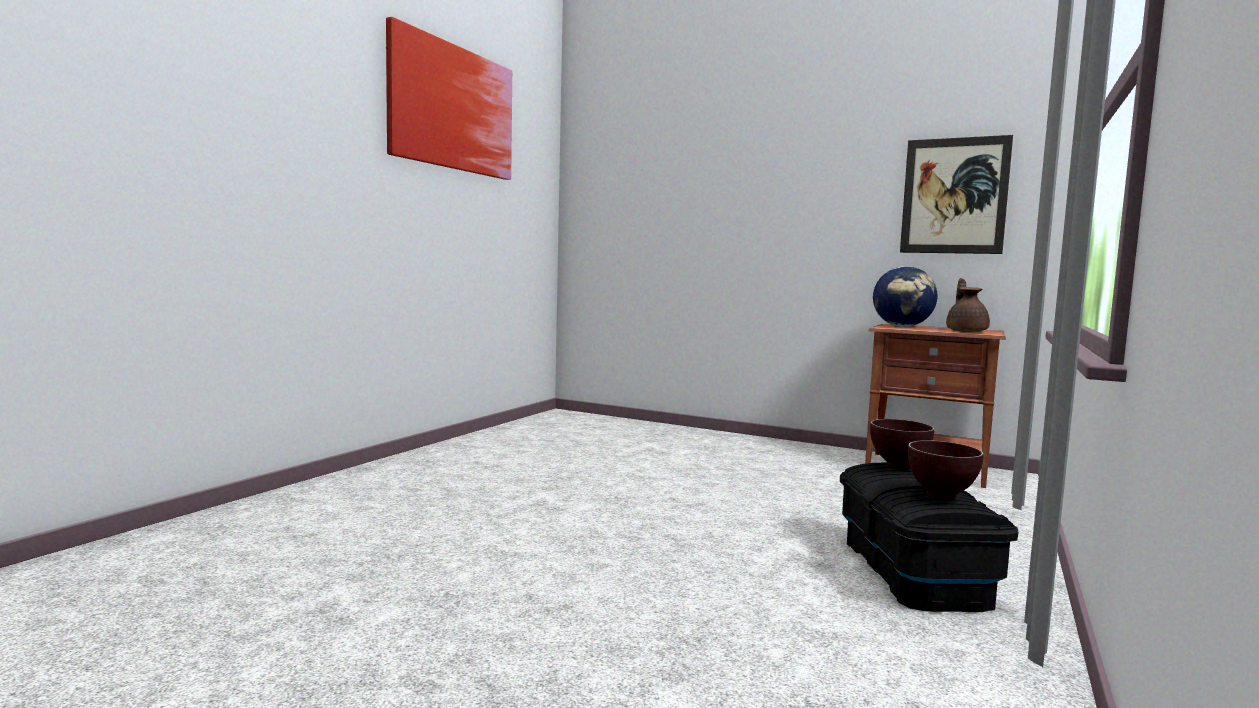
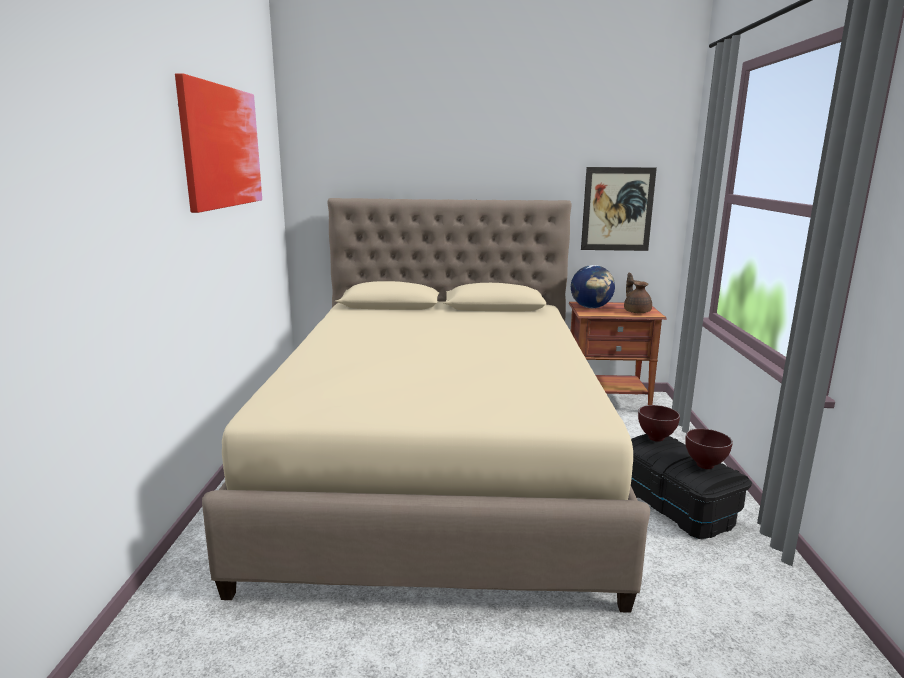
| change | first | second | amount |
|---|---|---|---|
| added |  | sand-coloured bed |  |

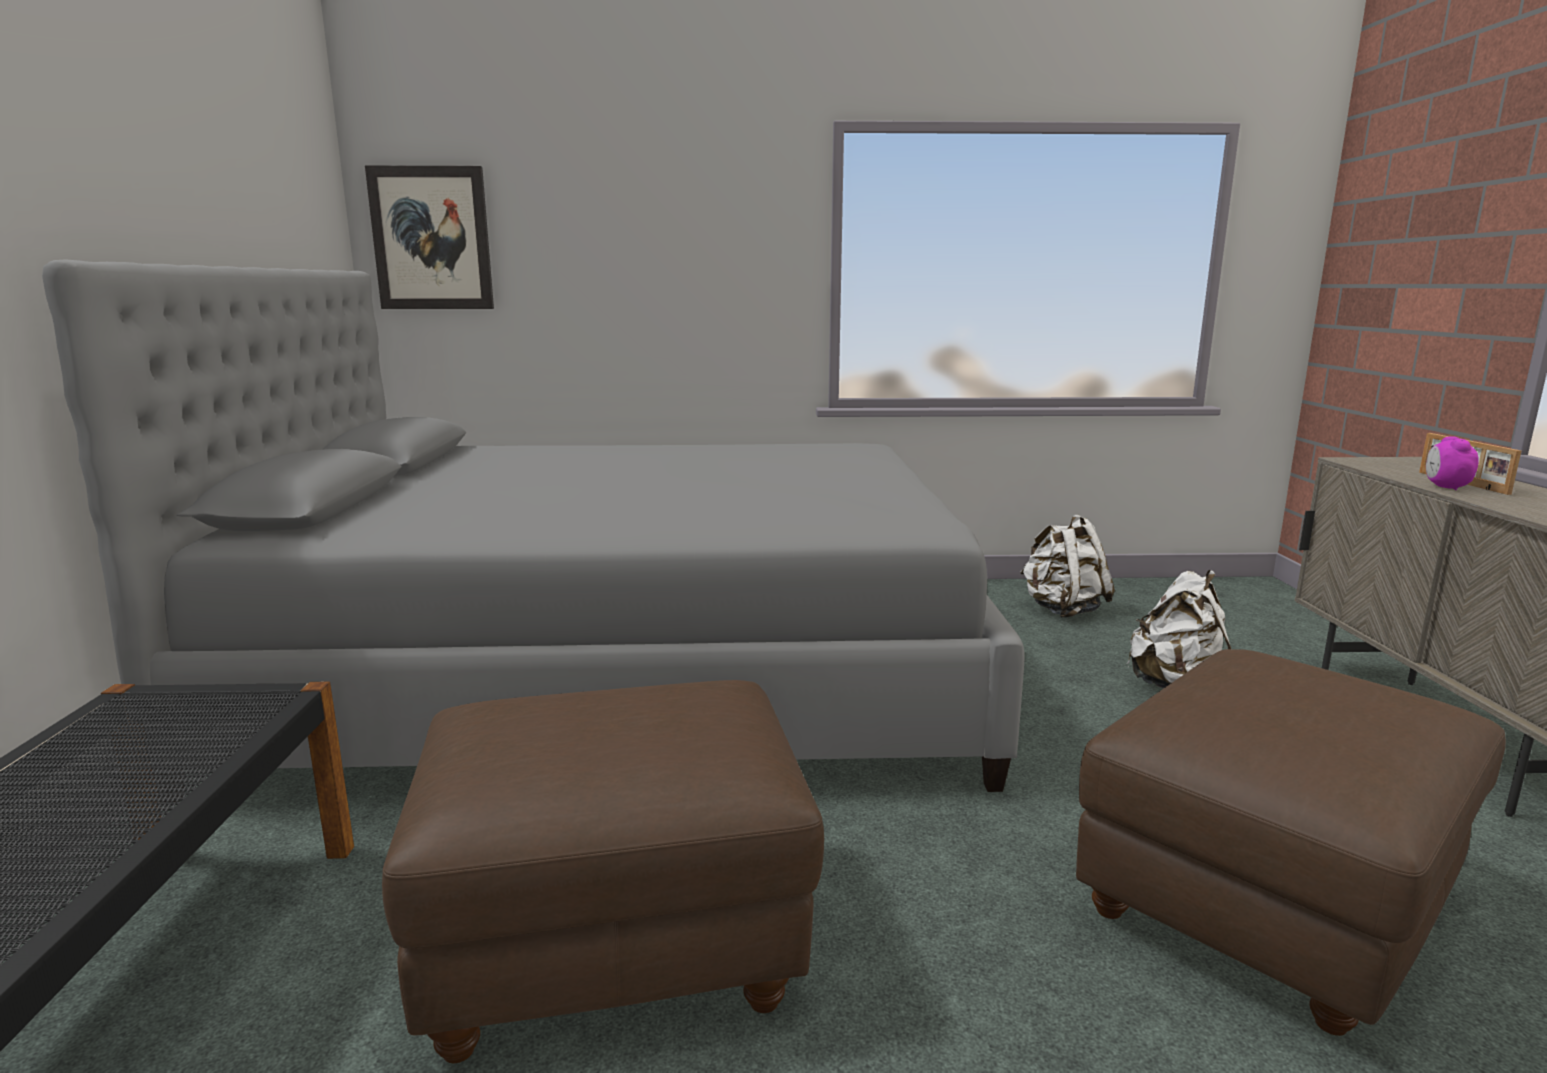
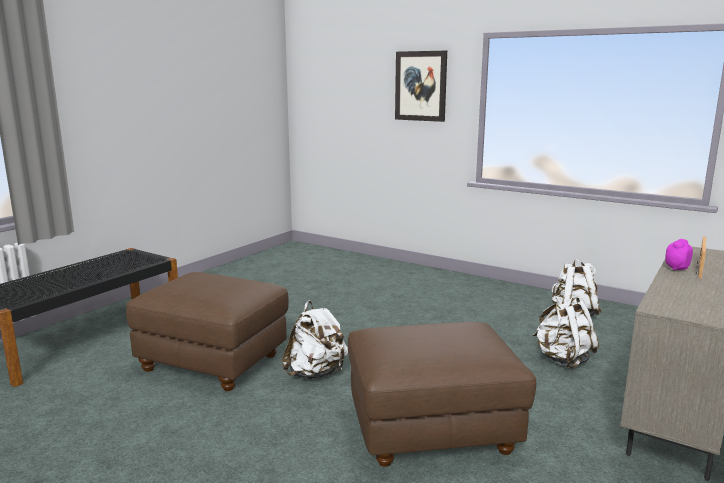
| change | first | second | amount |
|---|---|---|---|
| moved | picture |  |  |
| removed | grey bed |  |  |
| added |  | white knapsack (1st from left) |  |

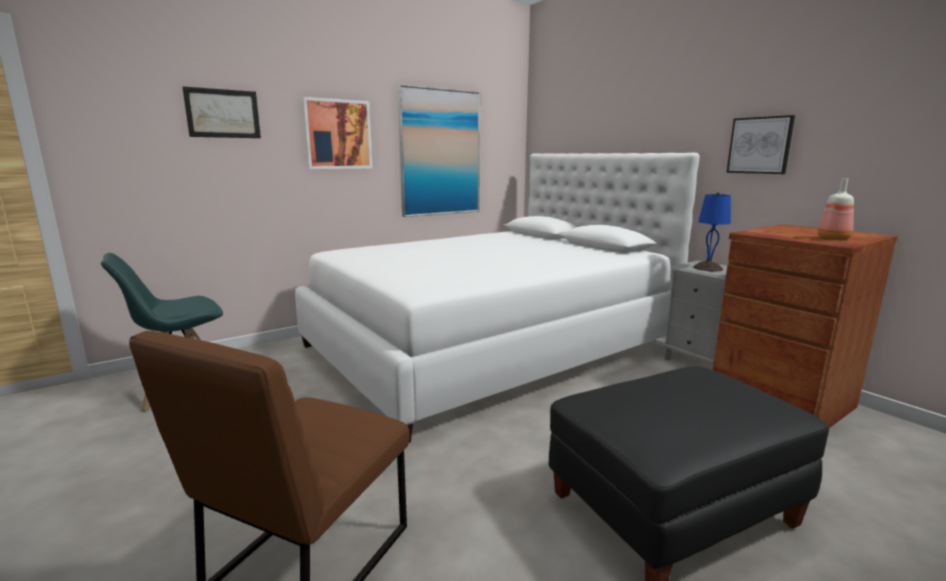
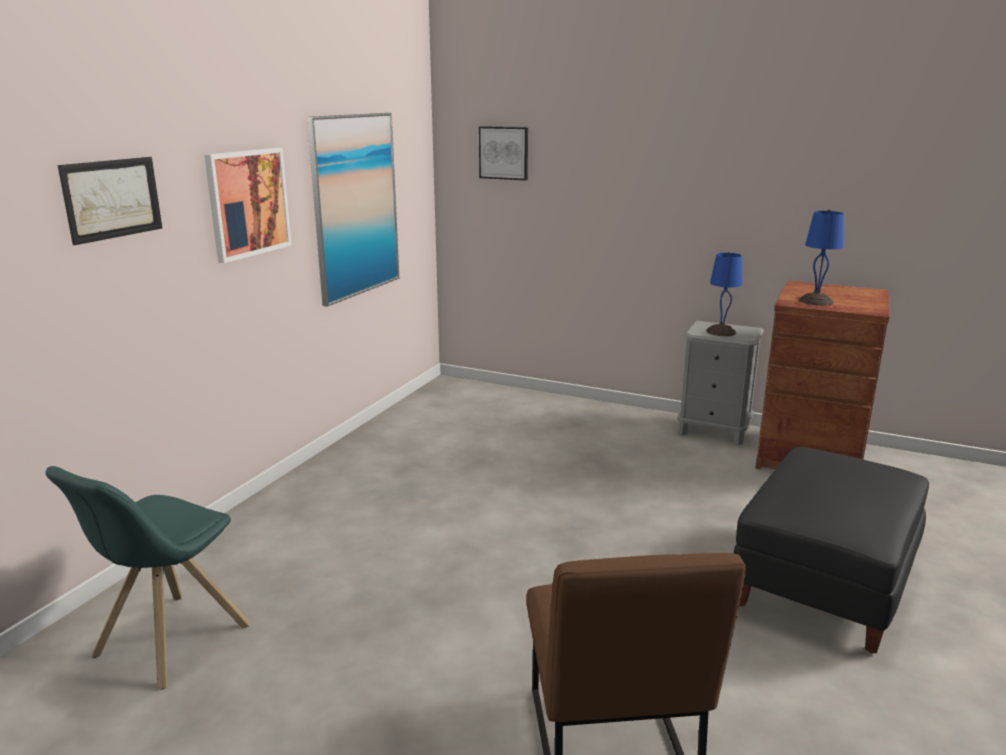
| change | first | second | amount |
|---|---|---|---|
| moved | picture (4th from left) |  |  |
| removed | white bed |  |  |
| removed | beverage bottle |  |  |
| added |  | blue lamp for a table (2nd from left) |  |

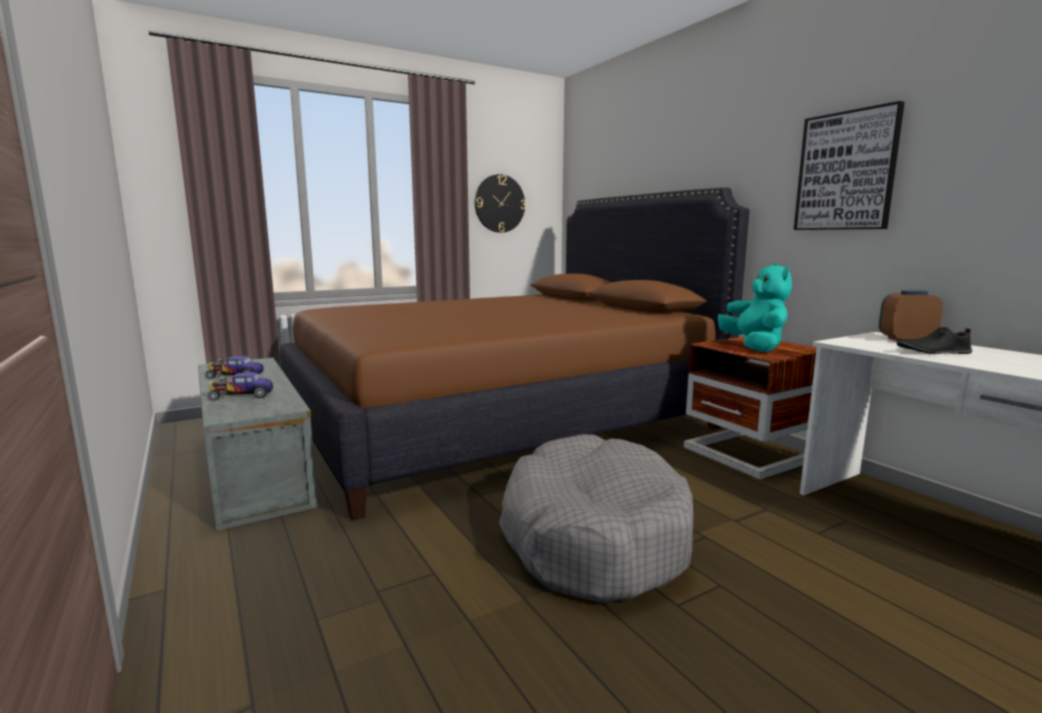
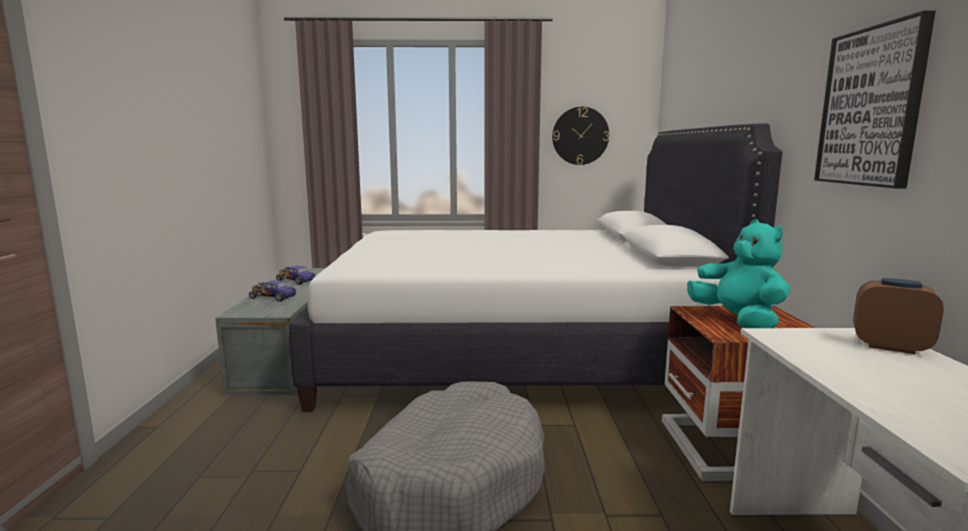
| change | first | second | amount |
|---|---|---|---|
| recoloured | brown bed | white bed |  |
| turned | turquoise-coloured soft toy |  | 45 degrees counterclockwise |
| removed | black-coloured item of footwear |  |  |

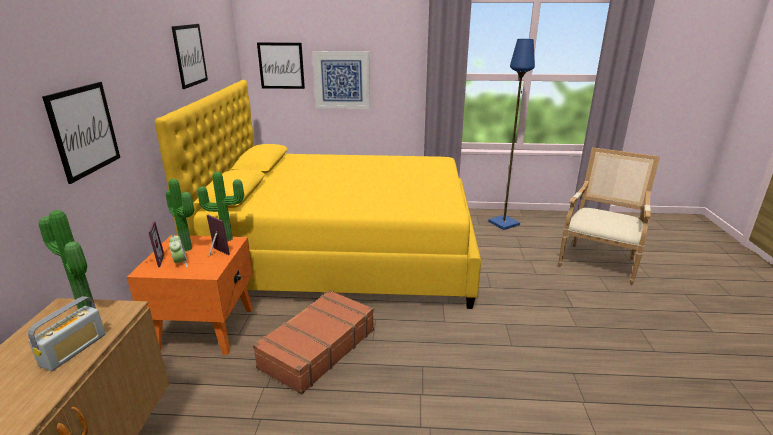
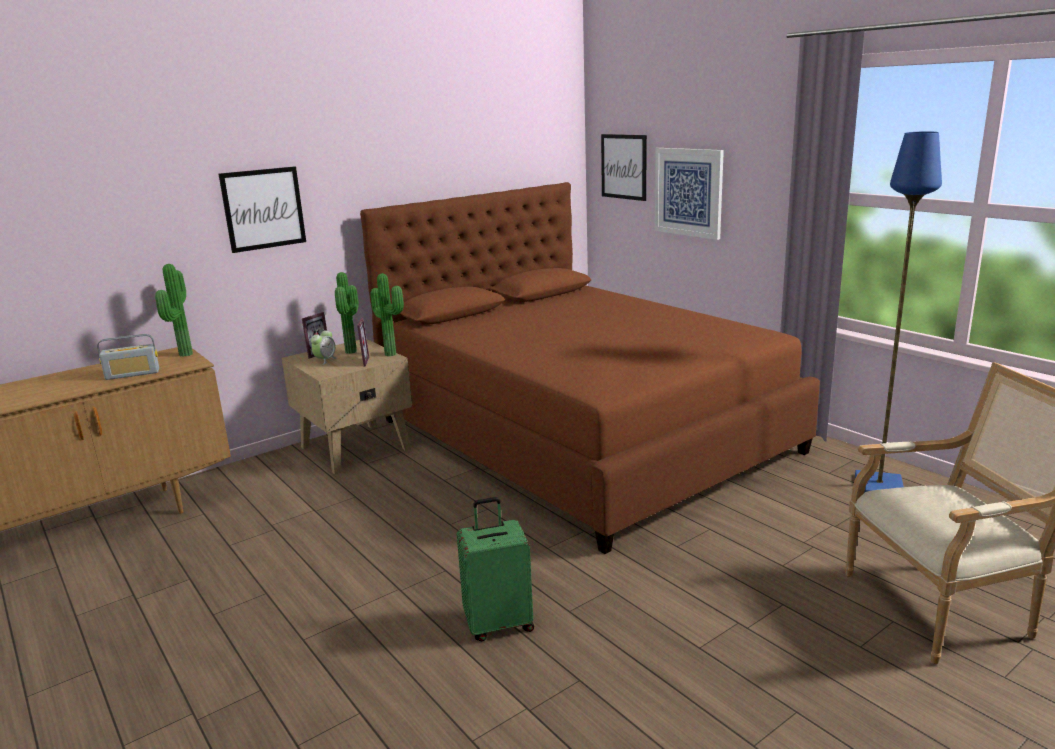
| change | first | second | amount |
|---|---|---|---|
| removed | picture (2nd from left) |  |  |
| recoloured | yellow-coloured bed | brown bed |  |
| recoloured | orange-coloured bedside table | sand-coloured bedside table |  |
| removed | brown piece of luggage |  |  |
| added |  | green-coloured piece of luggage |  |

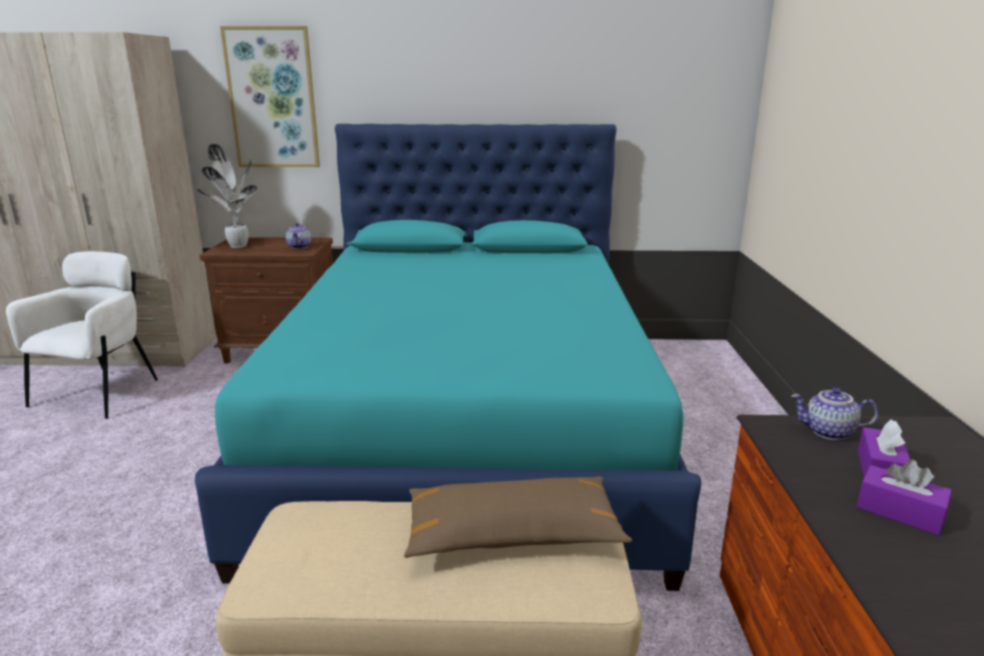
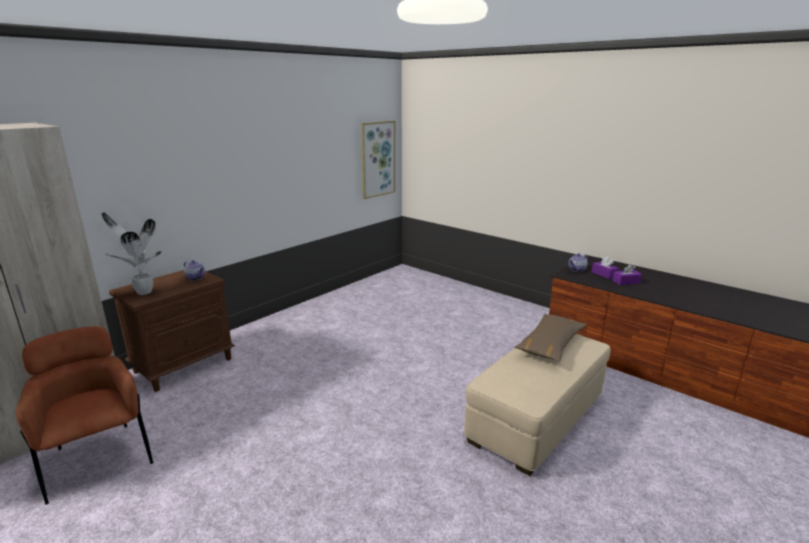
| change | first | second | amount |
|---|---|---|---|
| moved | picture |  |  |
| removed | turquoise-coloured bed |  |  |
| recoloured | white easy chair | brown easy chair |  |

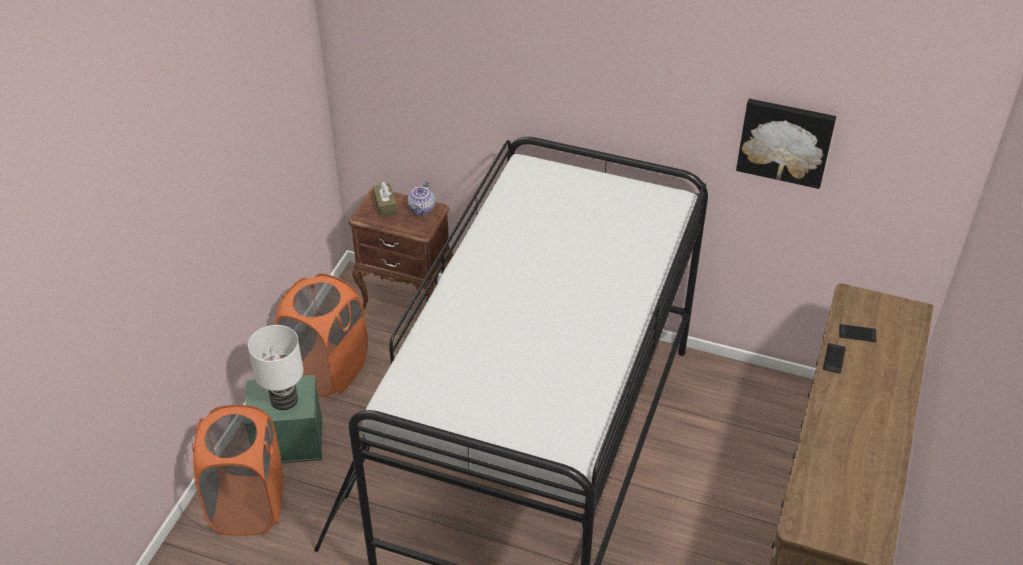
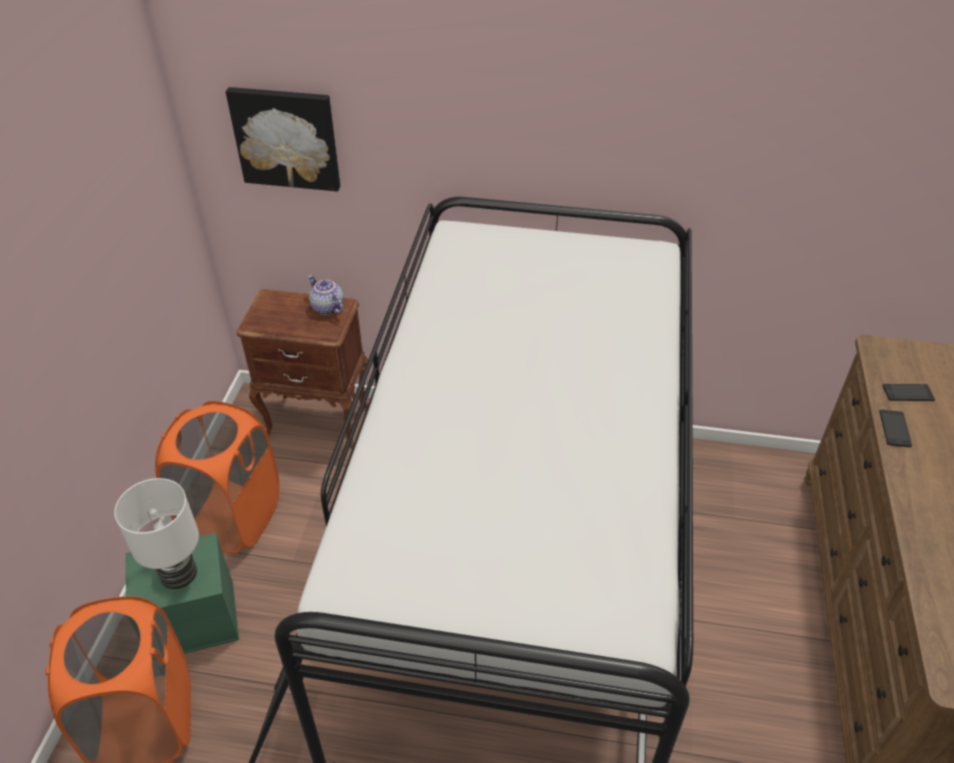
| change | first | second | amount |
|---|---|---|---|
| moved | picture |  |  |
| turned | tea pot |  | 135 degrees clockwise |
| removed | brown tissue holder |  |  |

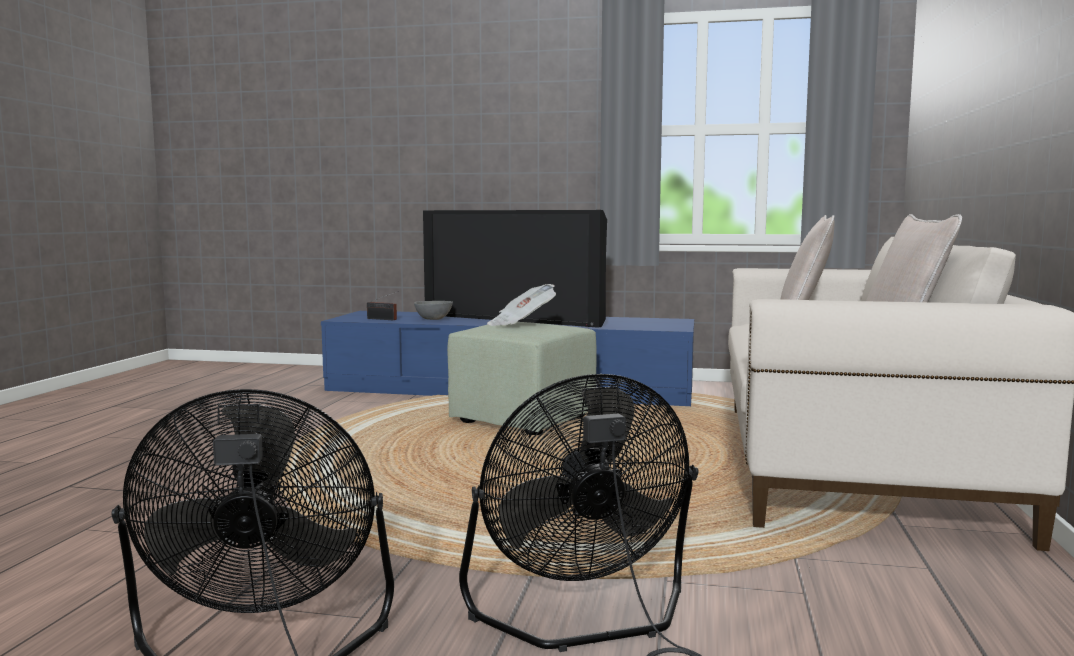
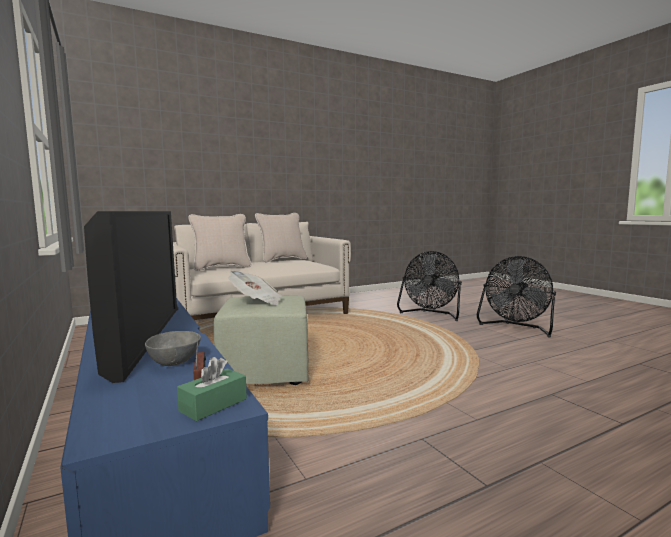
| change | first | second | amount |
|---|---|---|---|
| added |  | green-coloured tissue holder |  |

